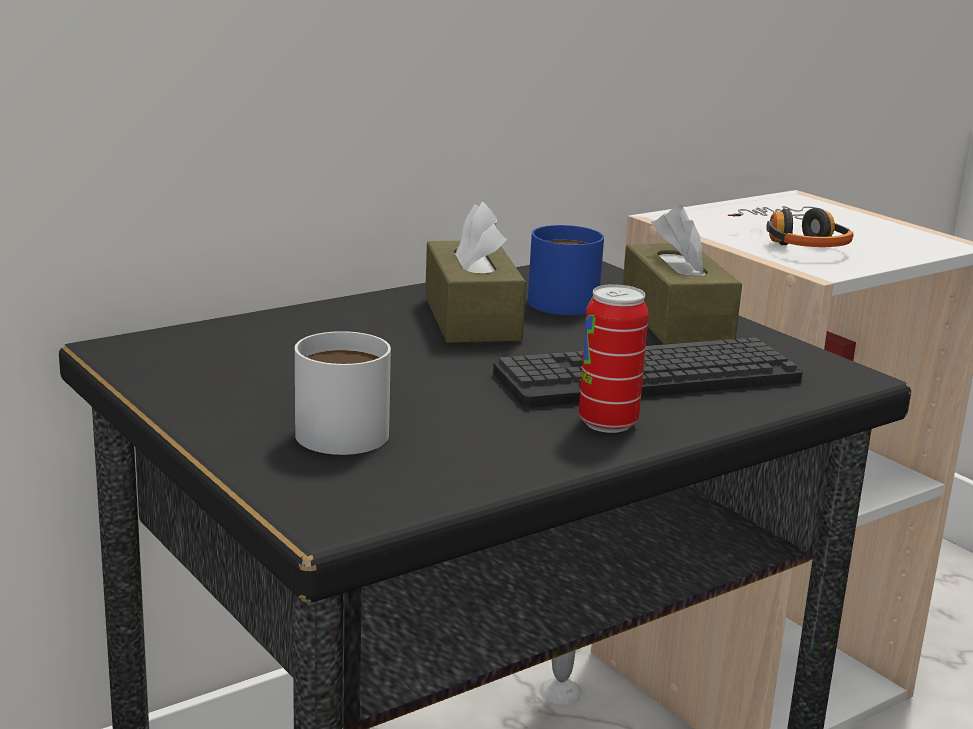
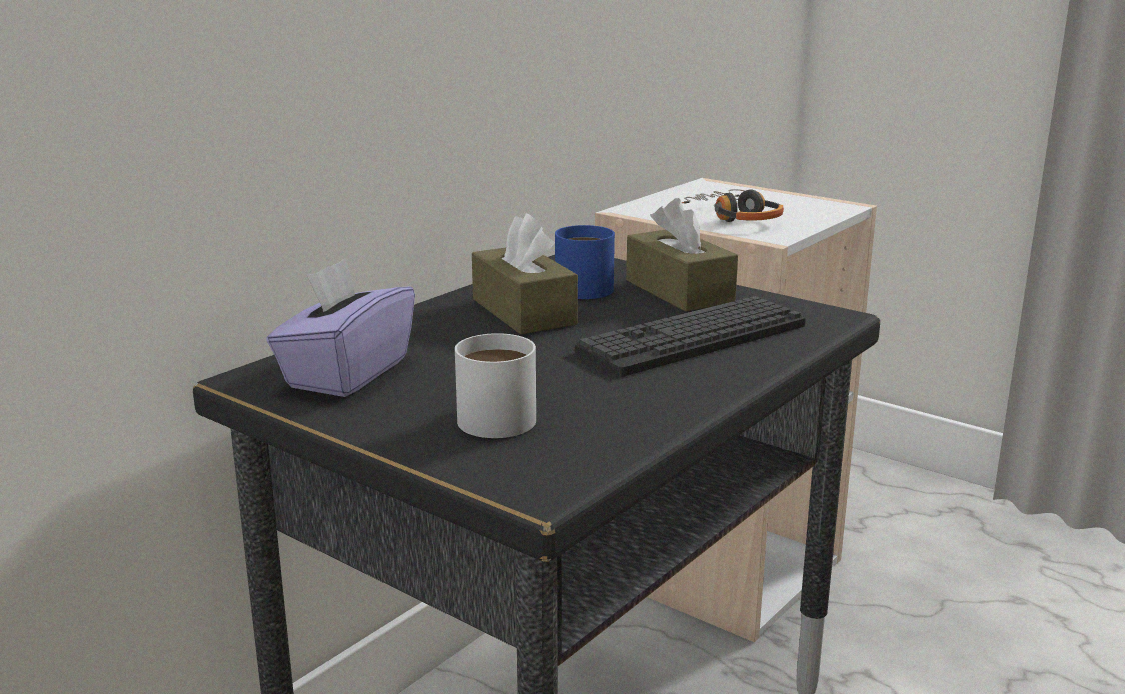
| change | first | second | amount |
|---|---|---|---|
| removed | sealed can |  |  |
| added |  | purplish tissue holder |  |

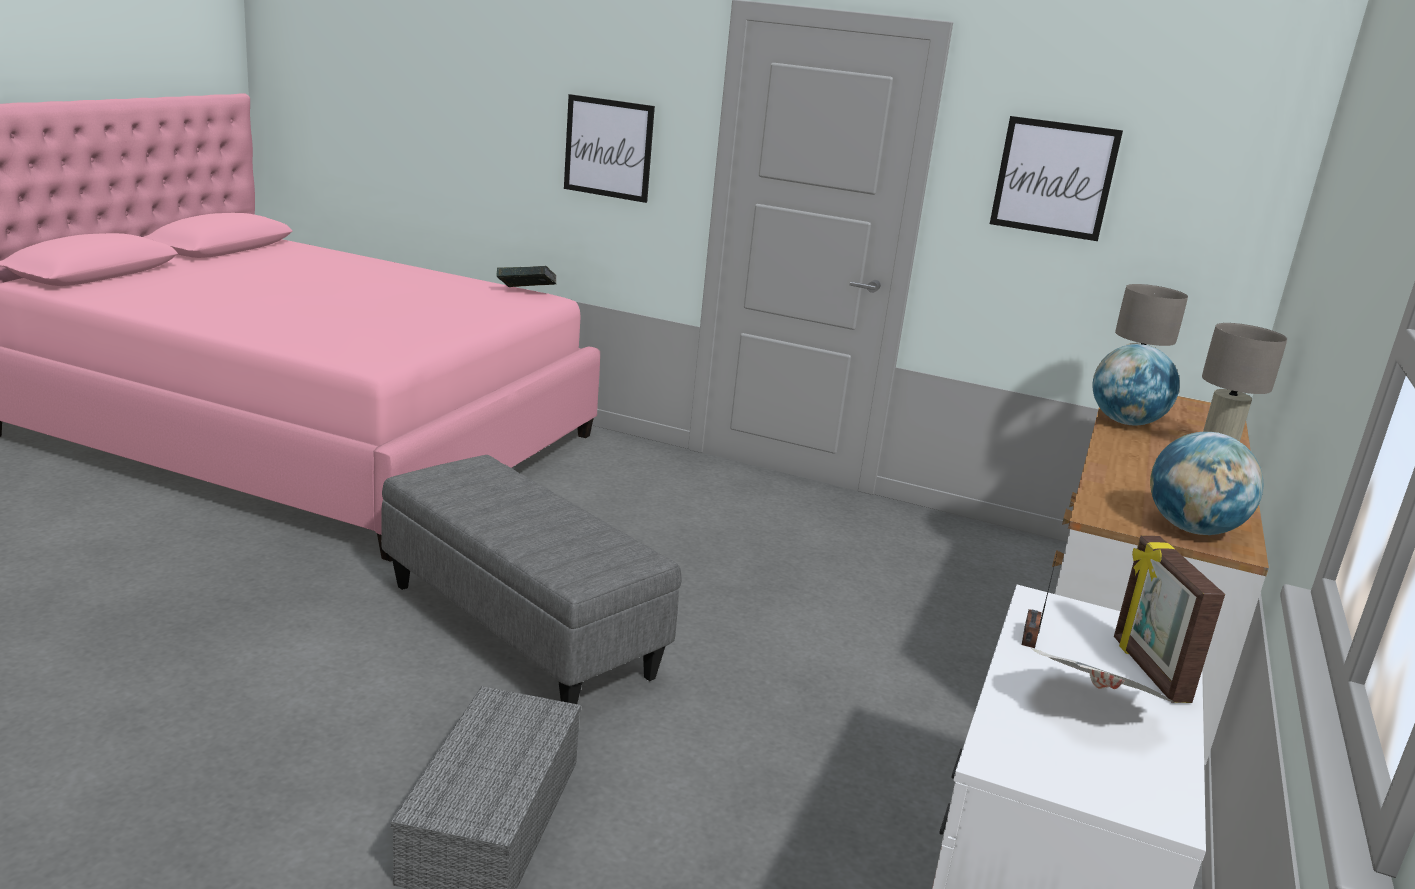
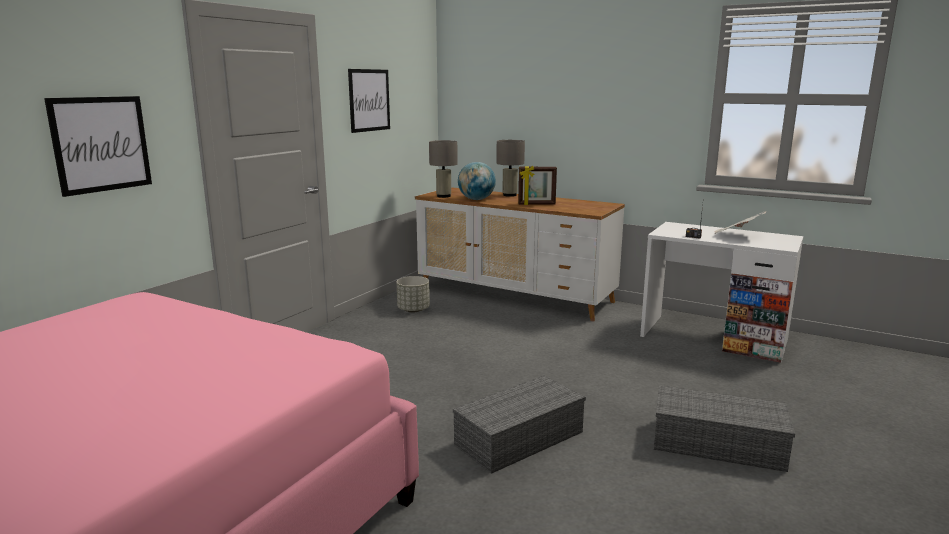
| change | first | second | amount |
|---|---|---|---|
| removed | volume |  |  |
| removed | desk globe (2nd from left) |  |  |
| replaced | grey ottoman | grey storage box (1st from left) |  |
| moved | photo frame |  |  |
| added |  | grey planter |  |

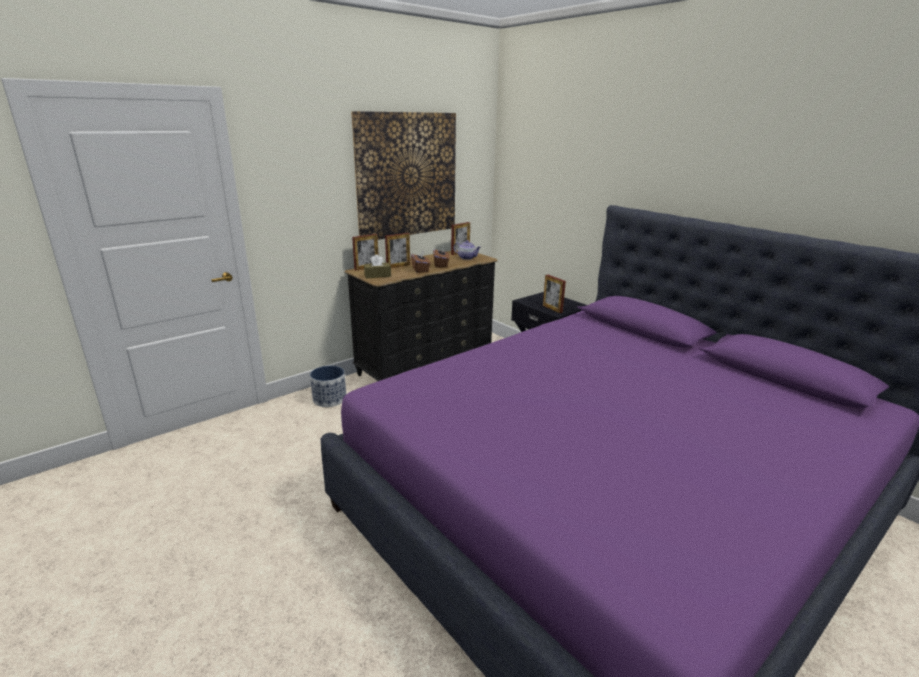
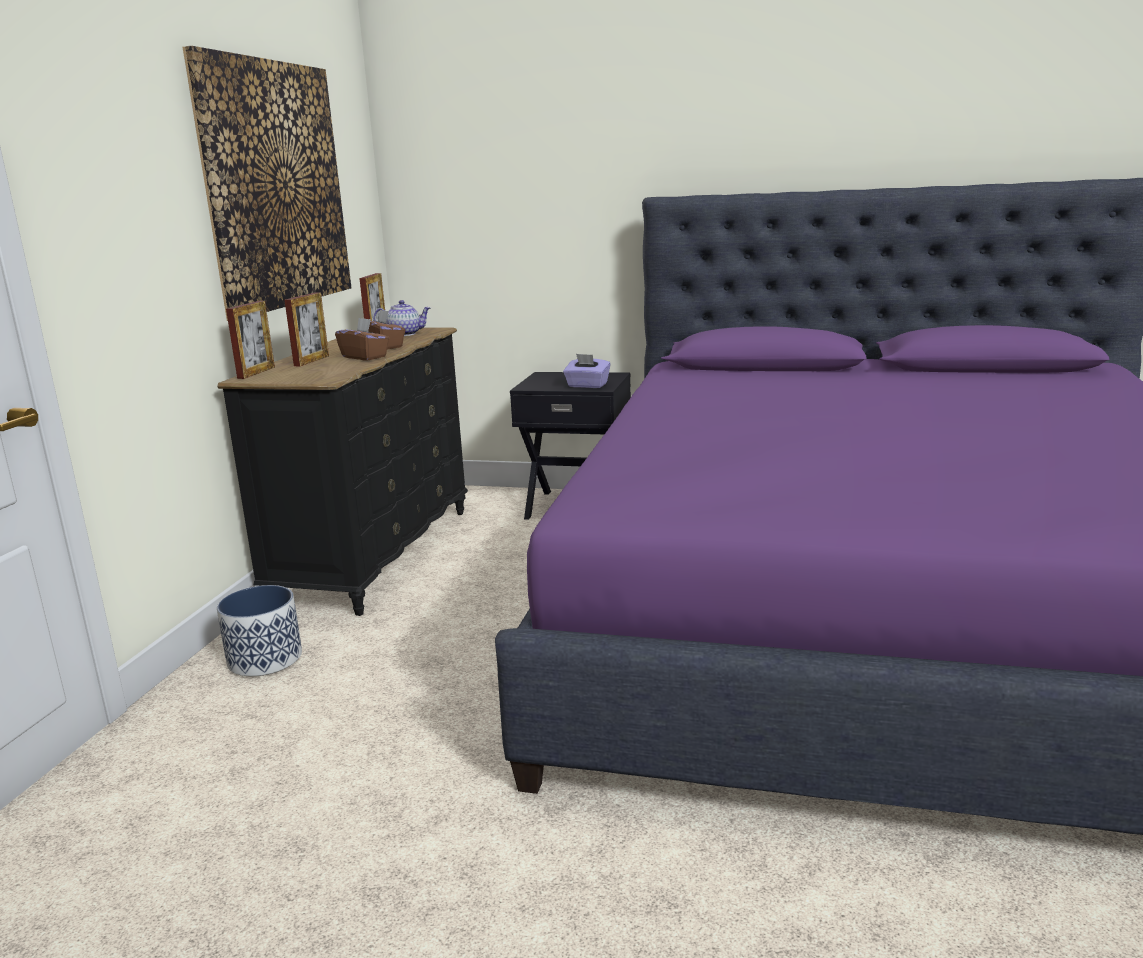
| change | first | second | amount |
|---|---|---|---|
| removed | brown tissue holder (1st from left) |  |  |
| replaced | photo frame (4th from left) | purplish tissue holder |  |

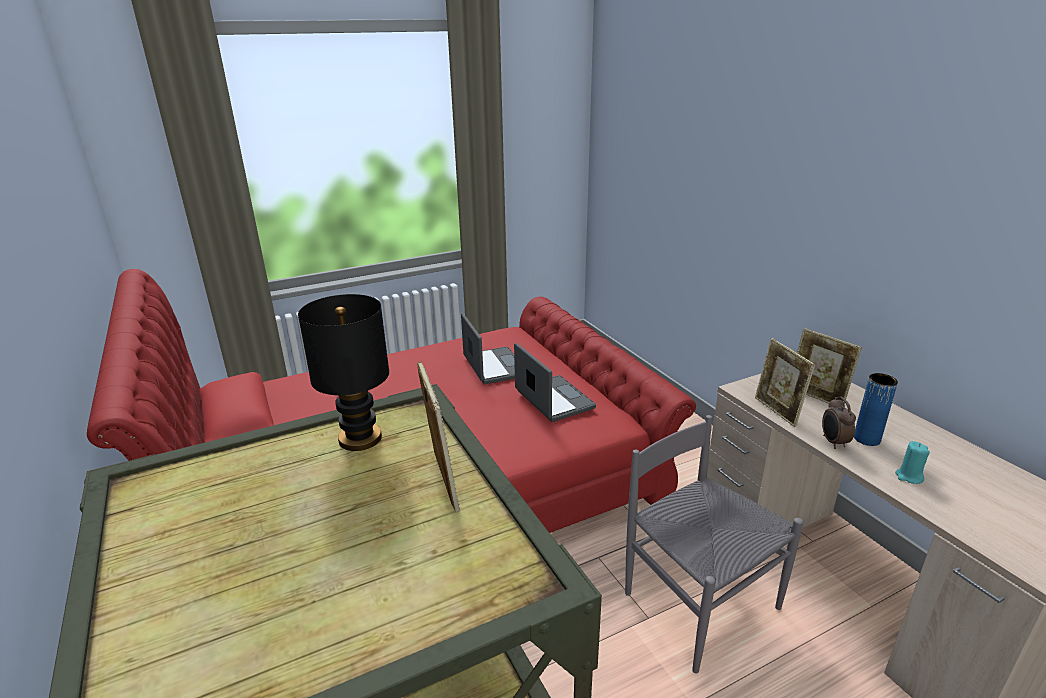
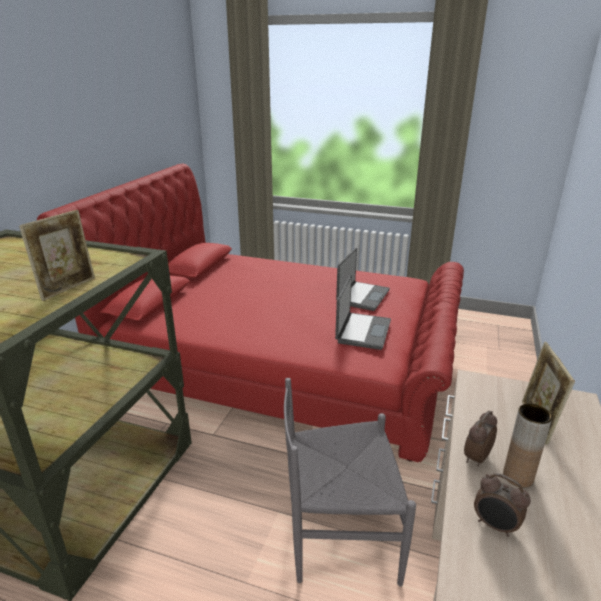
| change | first | second | amount |
|---|---|---|---|
| removed | black-coloured lamp for a table |  |  |
| removed | photo frame (2nd from left) |  |  |
| recoloured | blue vase | brown vase |  |
| turned | grey plain chair |  | 105 degrees counterclockwise |
| replaced | turquoise-coloured wax candle | bedside clock (2nd from left) |  |

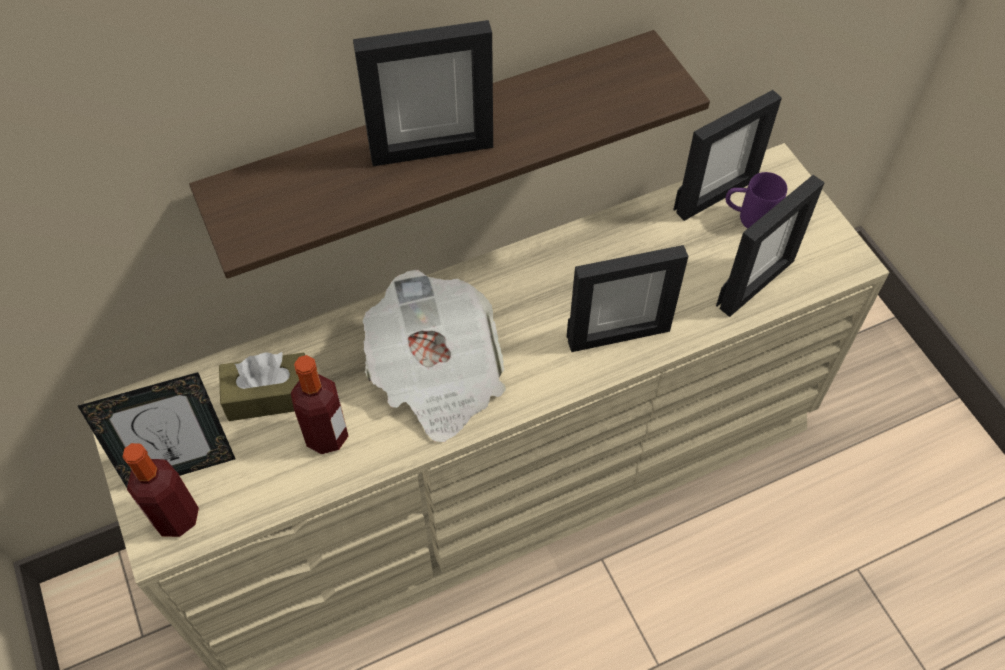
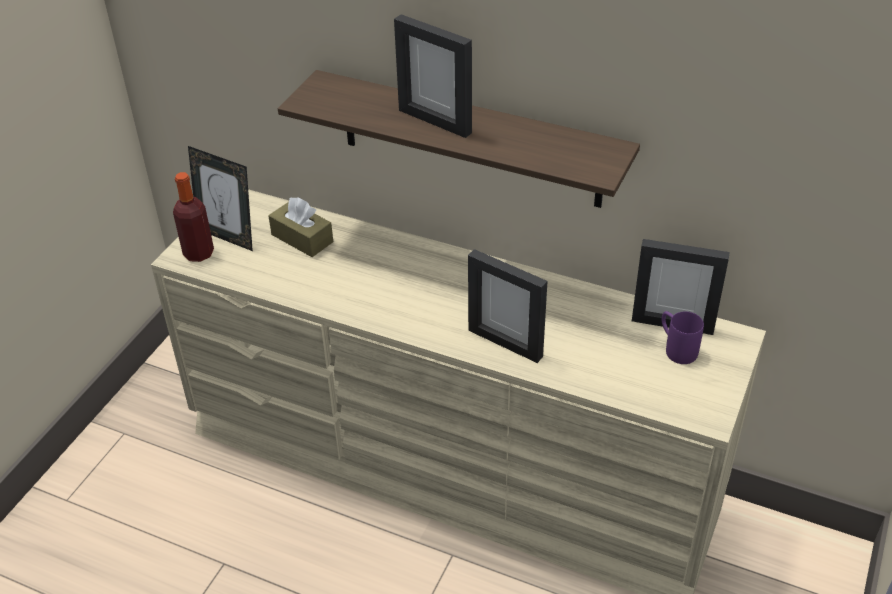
| change | first | second | amount |
|---|---|---|---|
| removed | photo frame (5th from left) |  |  |
| removed | daily paper |  |  |
| removed | beverage bottle (2nd from left) |  |  |

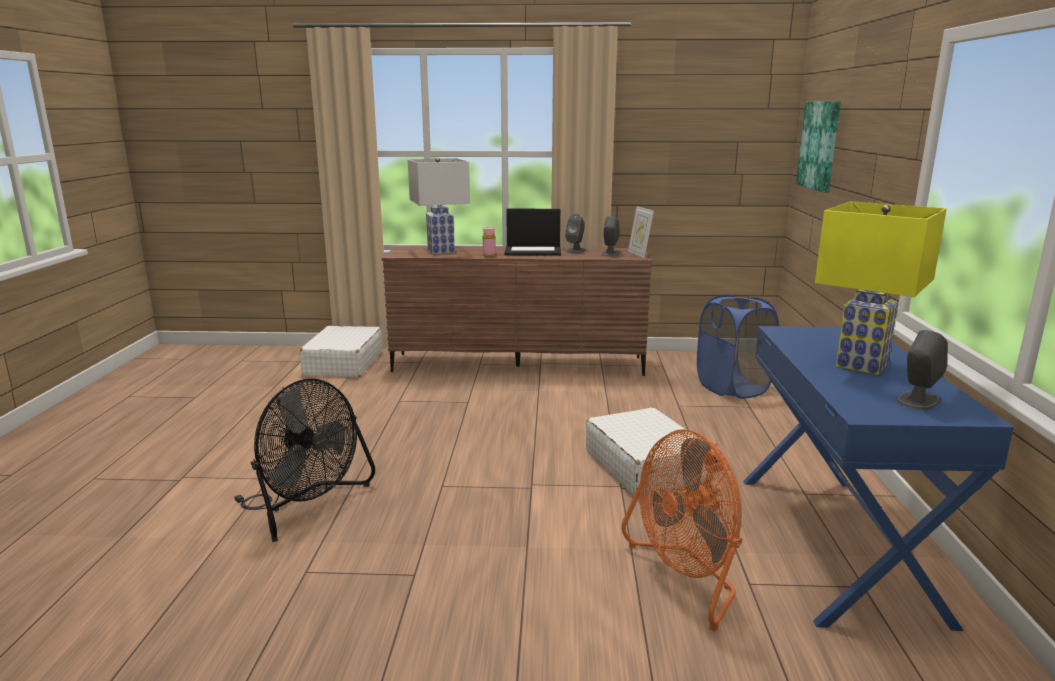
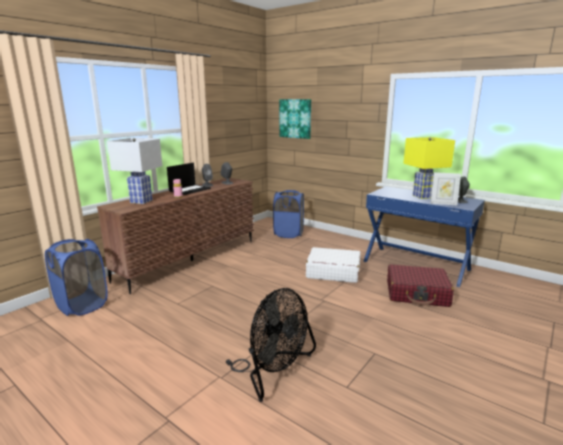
| change | first | second | amount |
|---|---|---|---|
| moved | photo frame |  |  |
| replaced | white piece of luggage (1st from left) | blue laundry basket (1st from left) |  |
| turned | black-coloured fan |  | 60 degrees clockwise |
| replaced | orange-coloured fan | red piece of luggage |  |

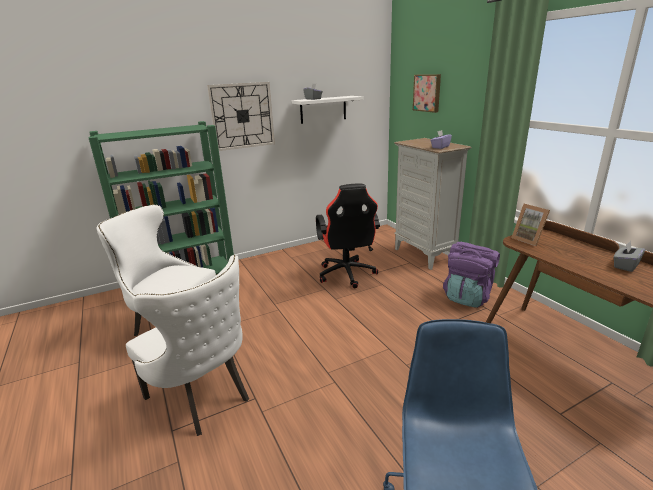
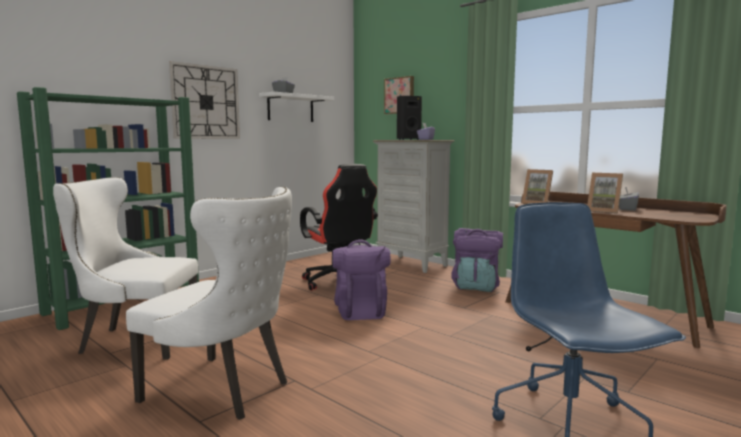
| change | first | second | amount |
|---|---|---|---|
| added |  | black-coloured audio speaker |  |
| added |  | photo frame (2nd from left) |  |
| added |  | purplish knapsack (1st from left) |  |

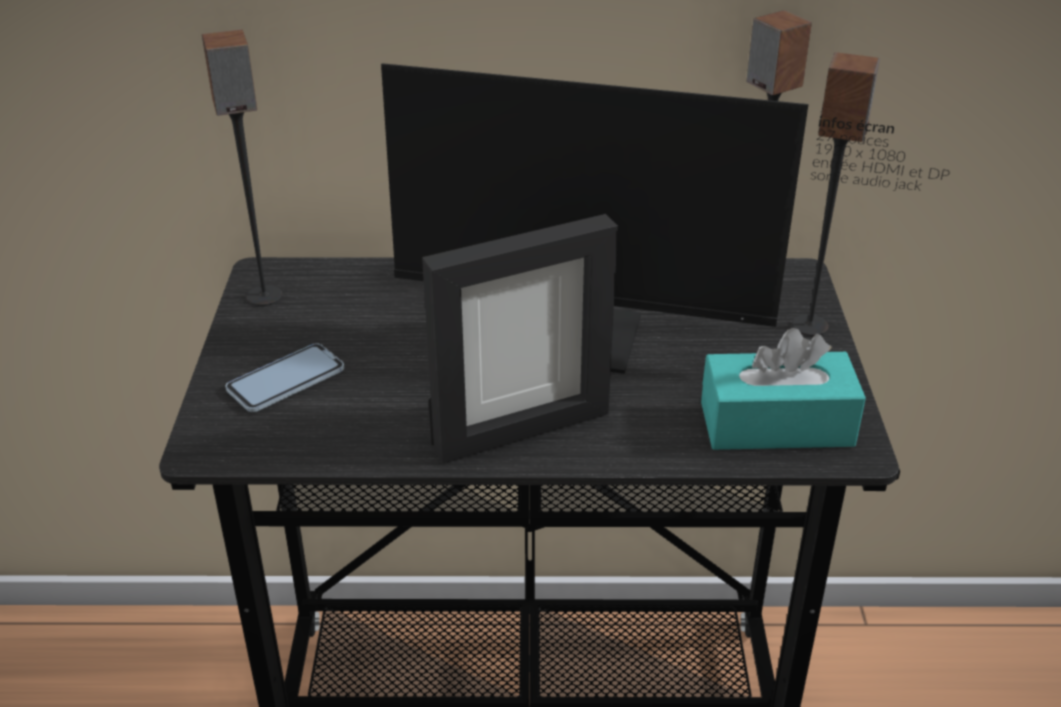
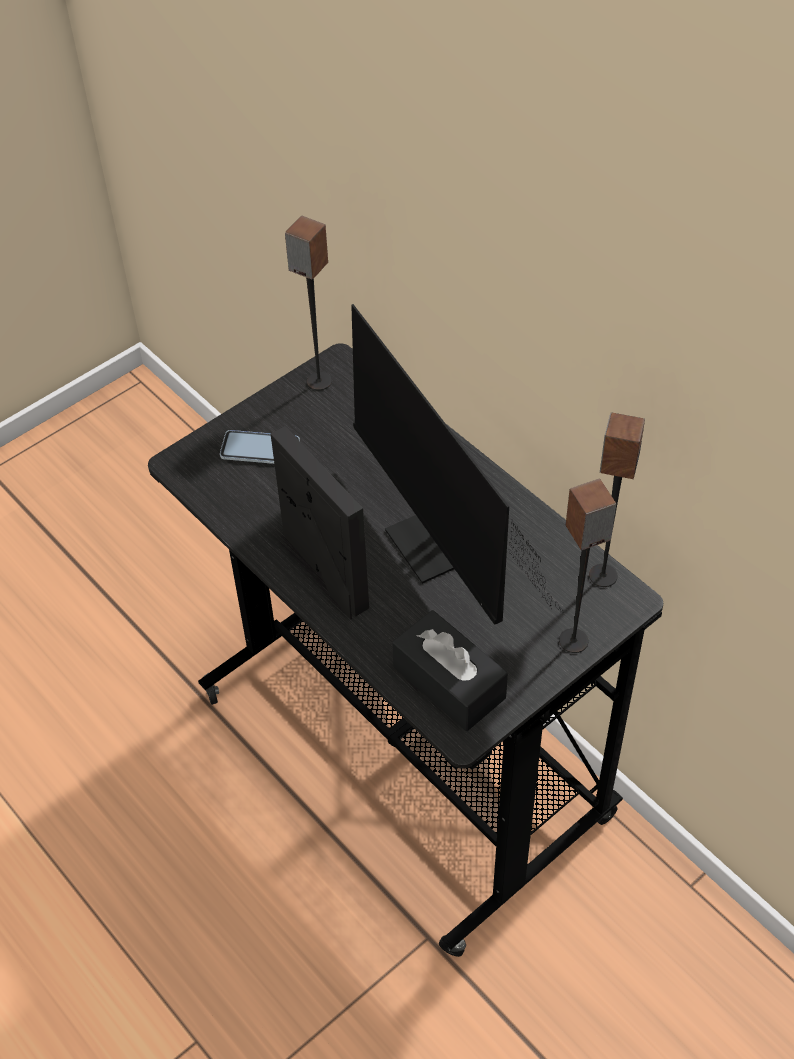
| change | first | second | amount |
|---|---|---|---|
| turned | photo frame |  | 150 degrees counterclockwise |
| recoloured | turquoise-coloured tissue holder | black-coloured tissue holder |  |

